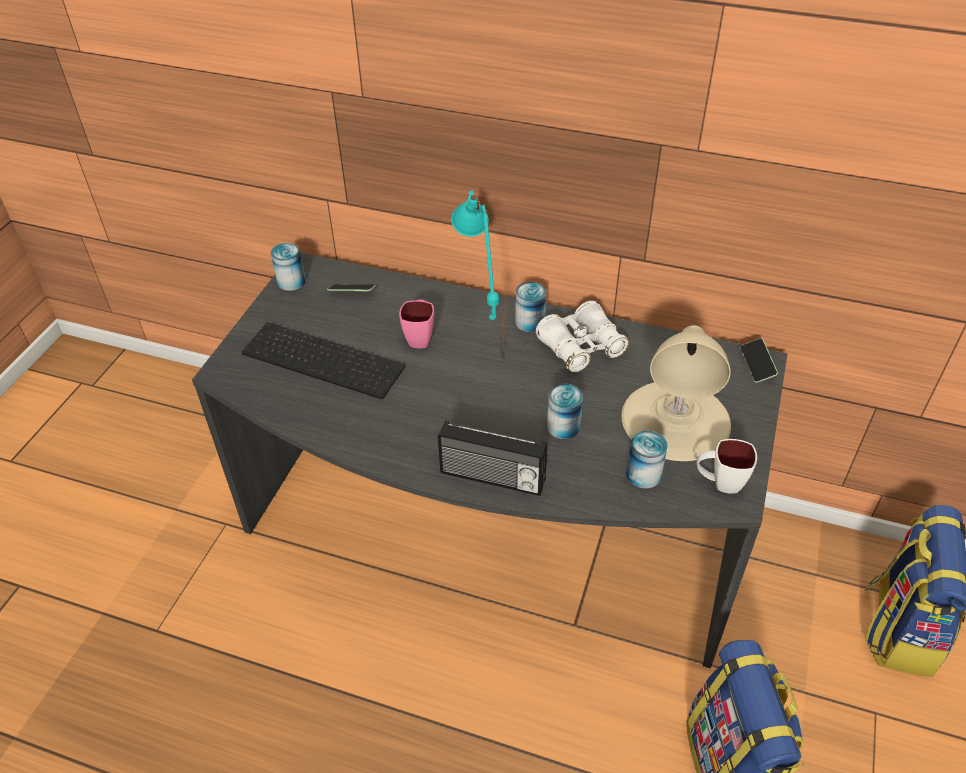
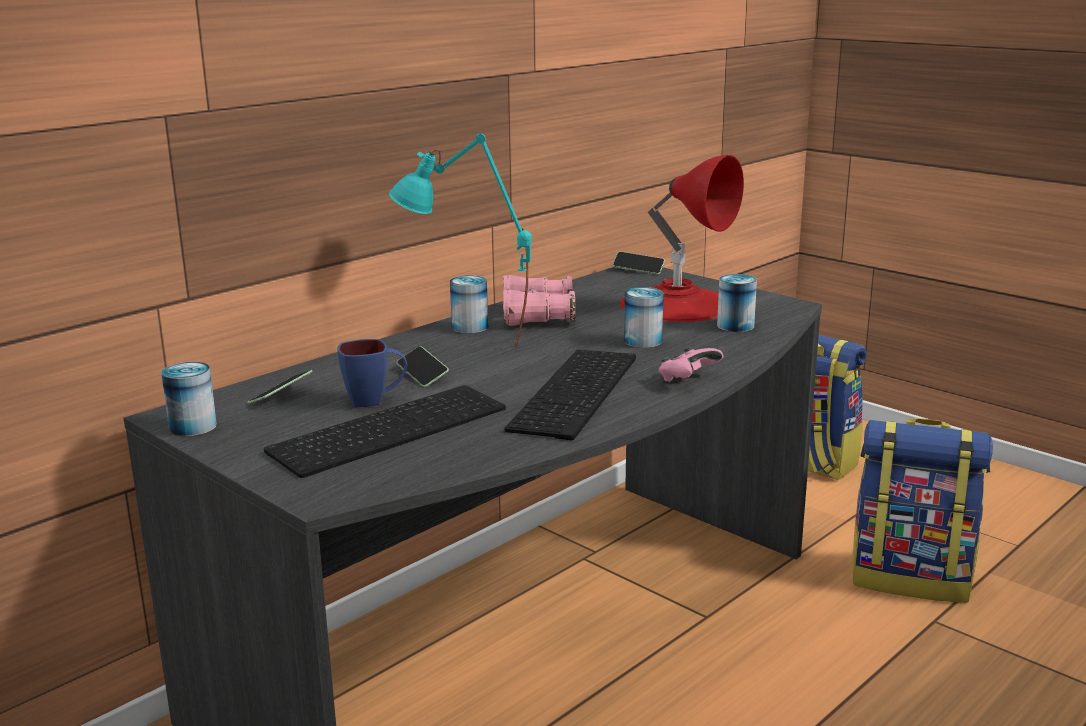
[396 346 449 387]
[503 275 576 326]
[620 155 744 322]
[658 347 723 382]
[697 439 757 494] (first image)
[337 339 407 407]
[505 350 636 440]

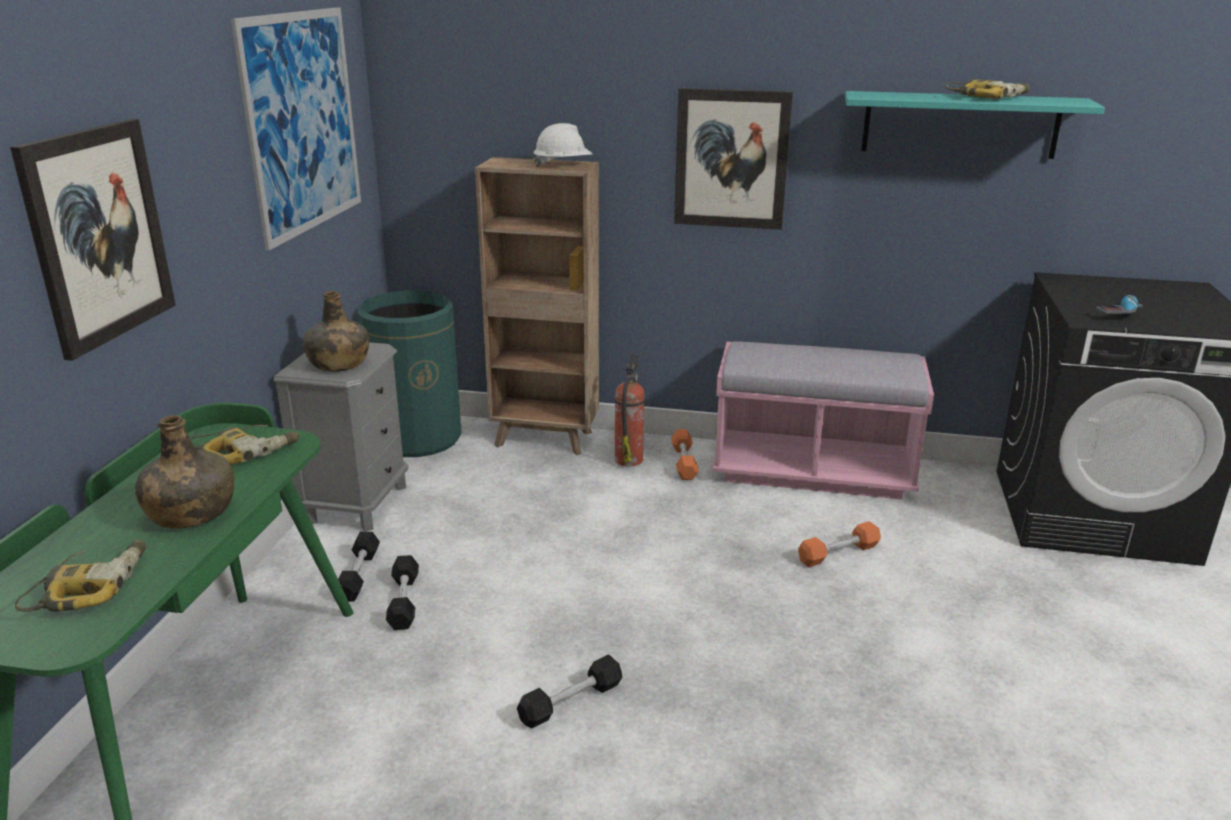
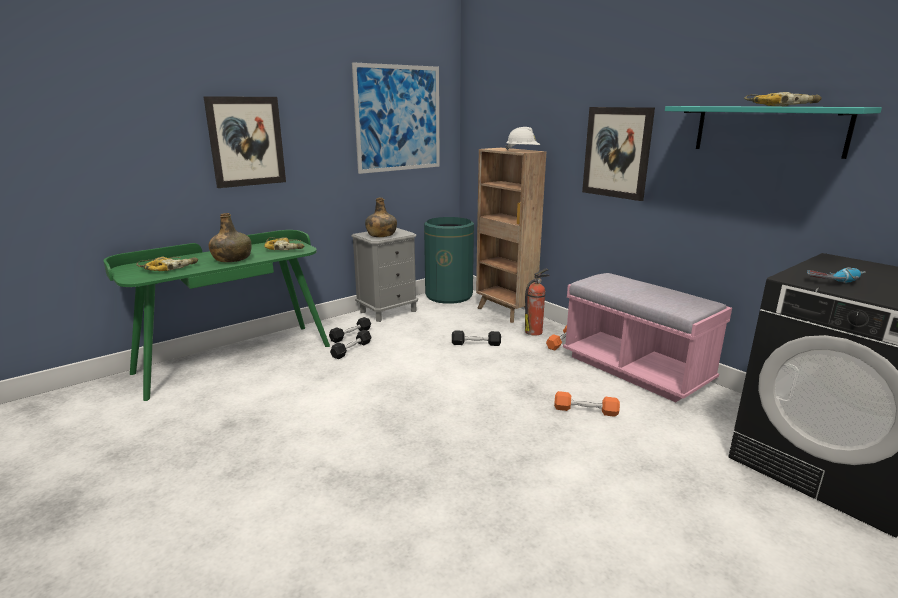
[452 331 501 346]

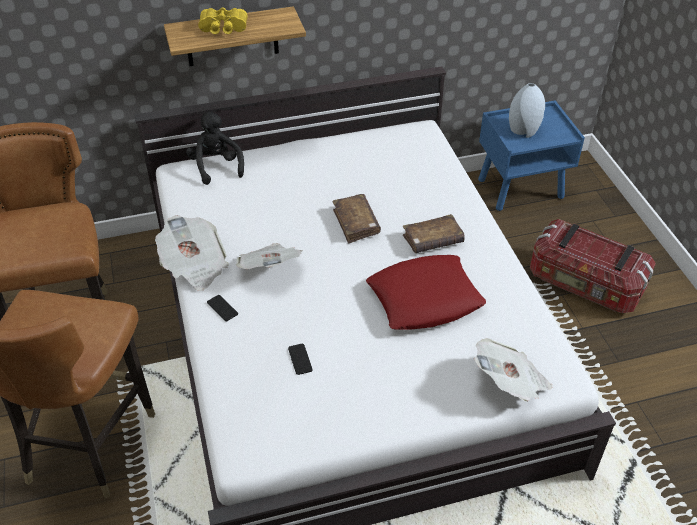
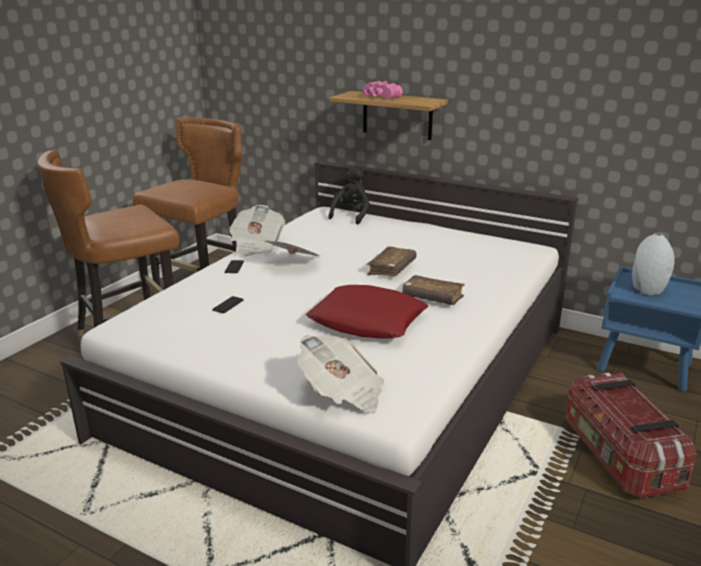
[363 81 402 99]

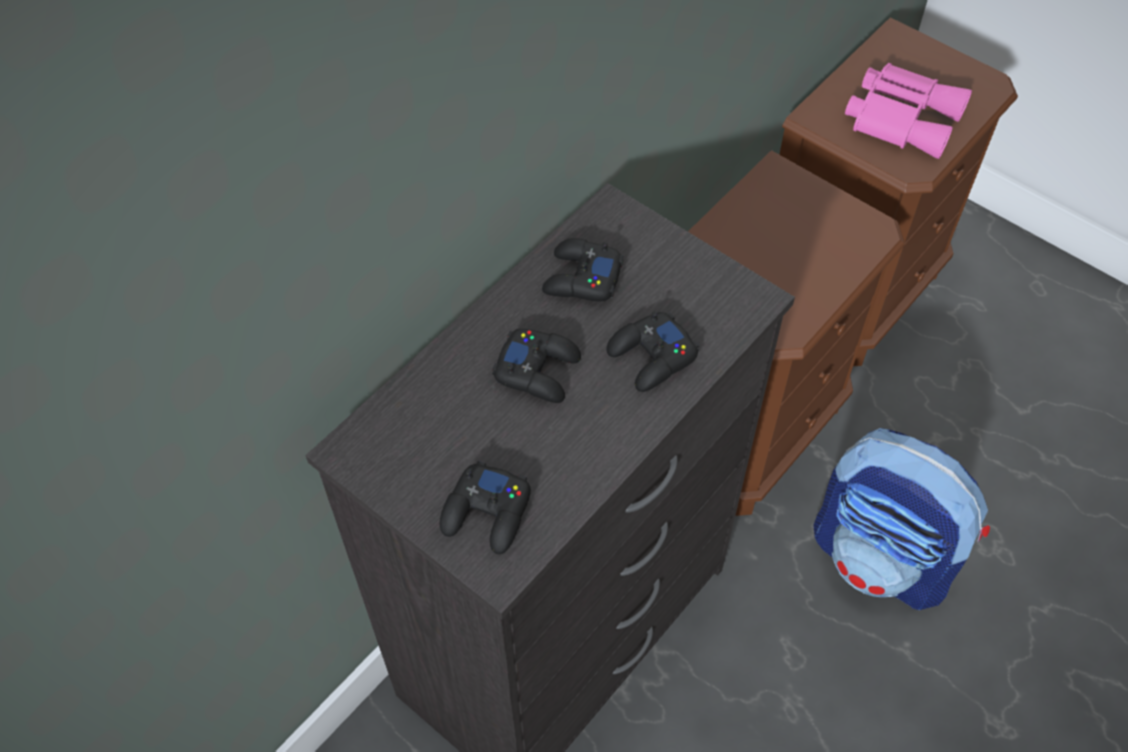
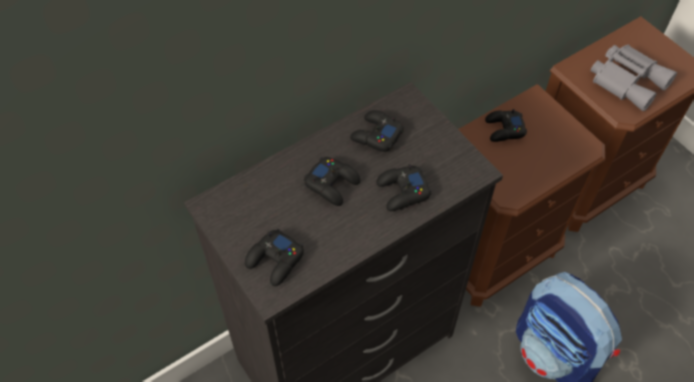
[591 45 677 111]
[485 109 527 142]

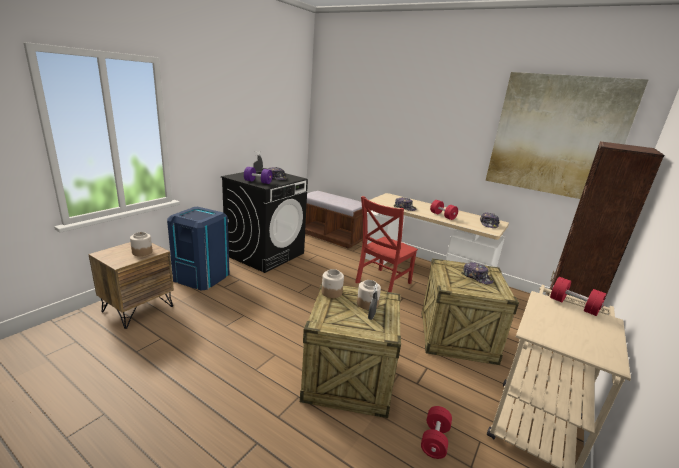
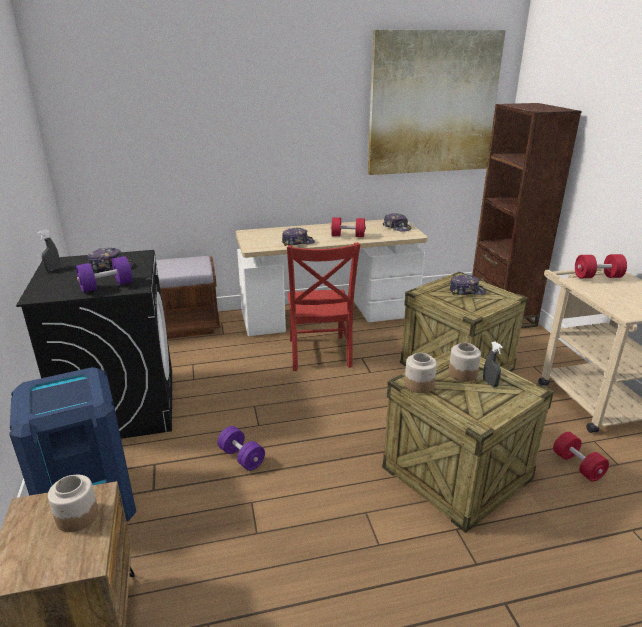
[217 426 265 471]

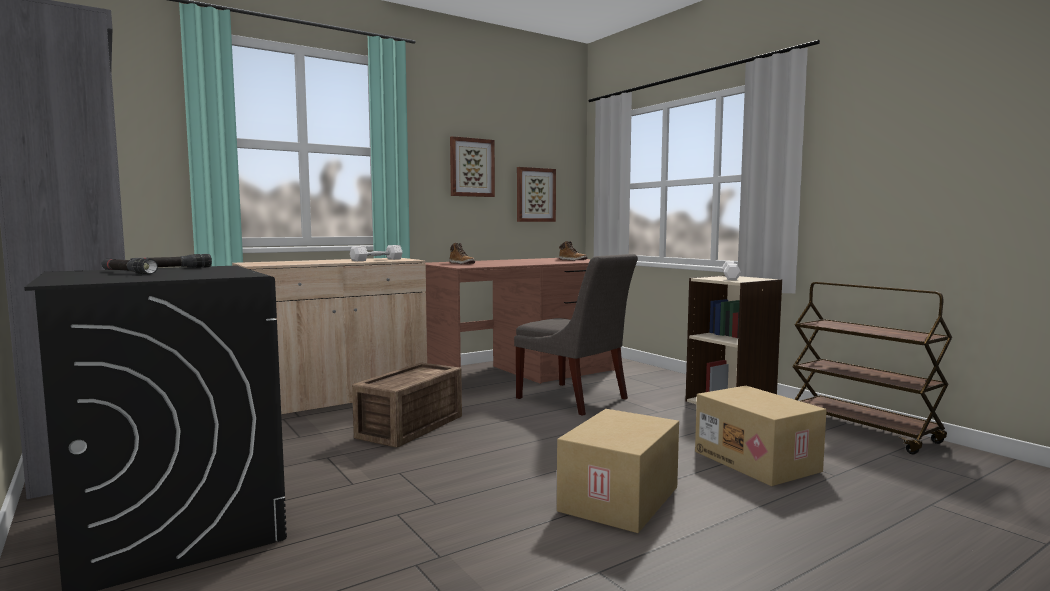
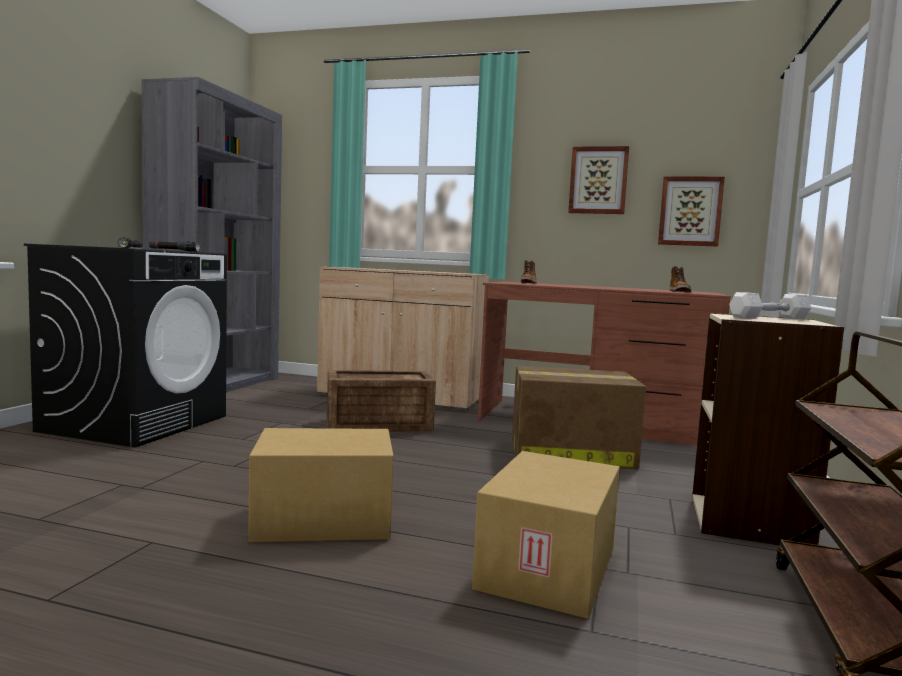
[350 245 403 261] (first image)
[512 366 646 470]

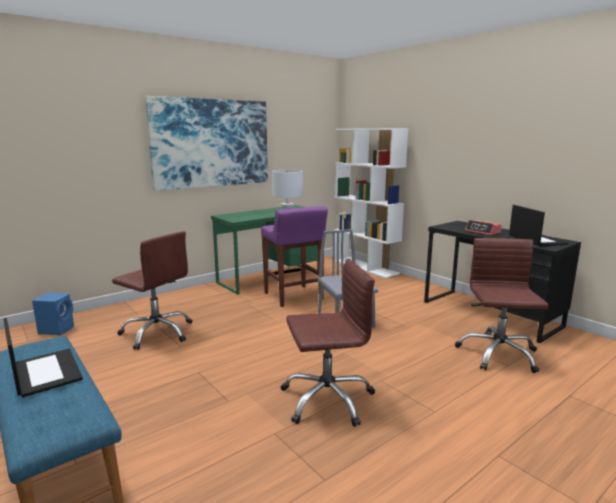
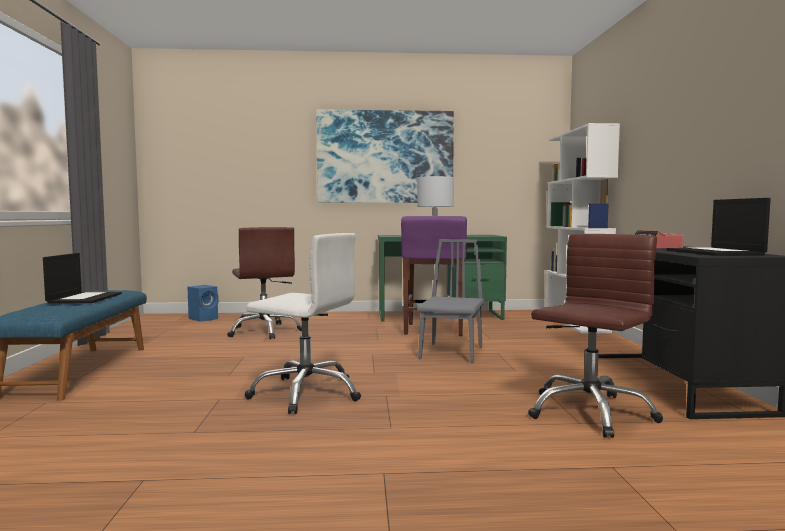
[666 198 771 256]
[245 233 361 414]

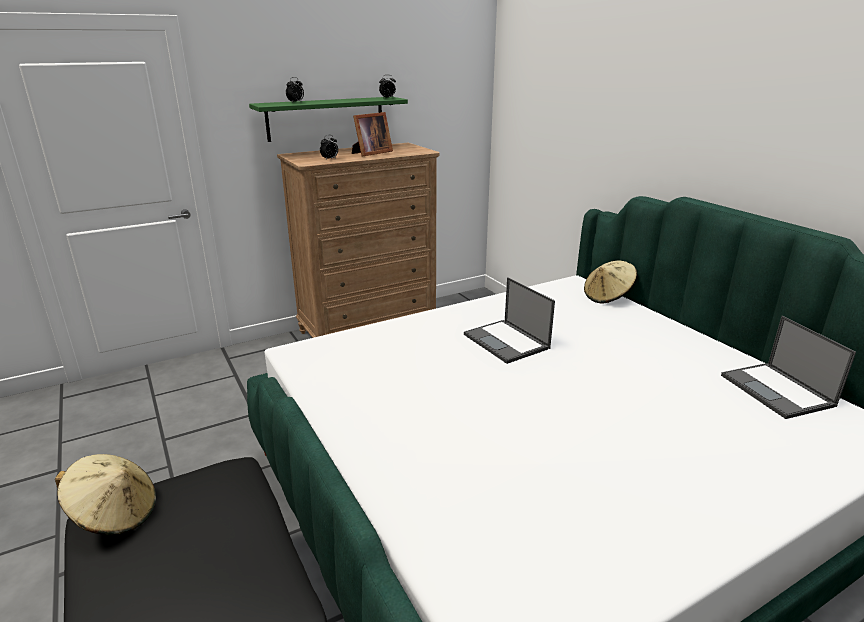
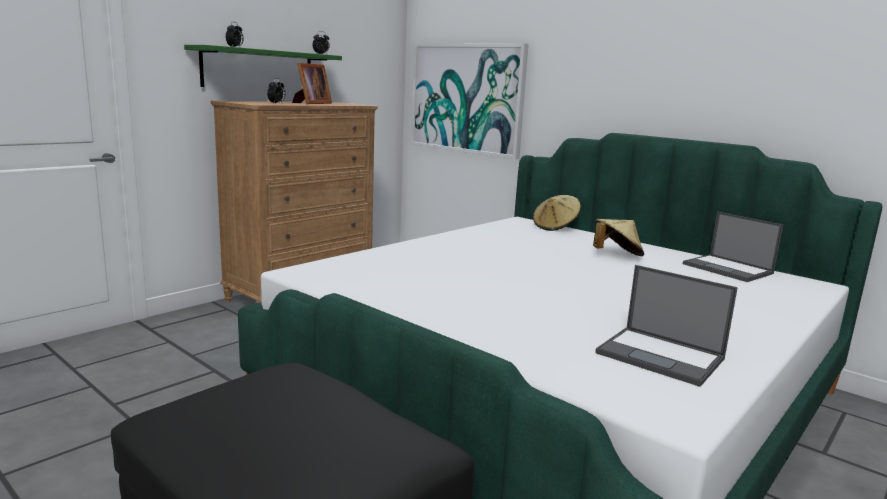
[595 265 738 387]
[593 219 644 256]
[411 43 529 159]

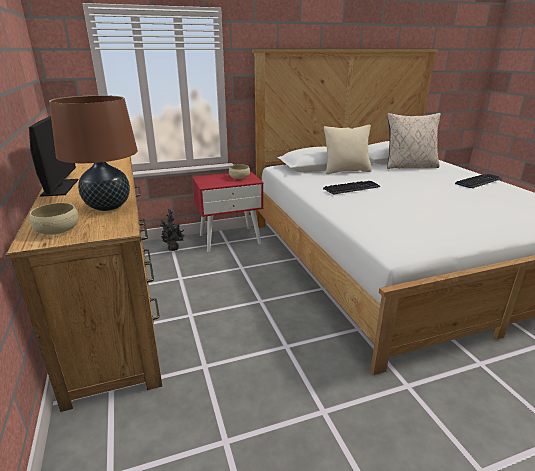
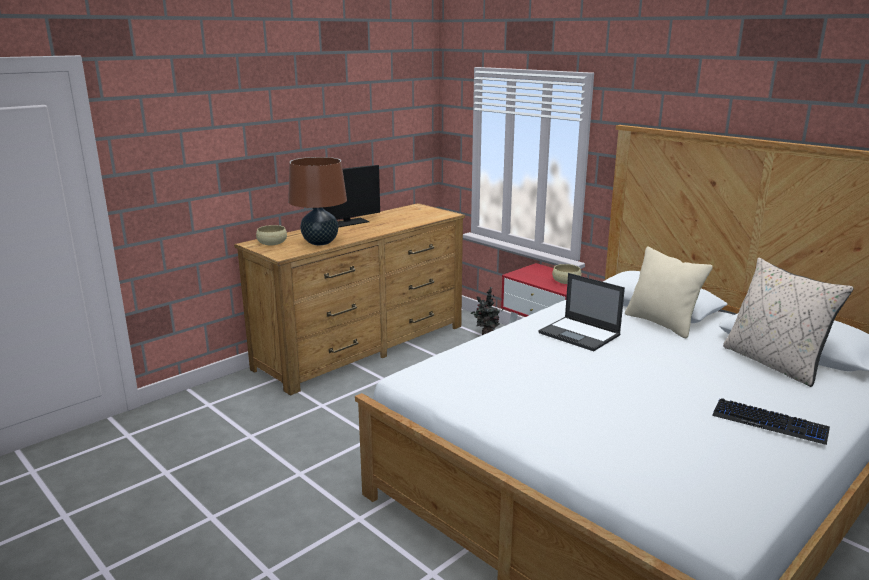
[539 273 625 351]

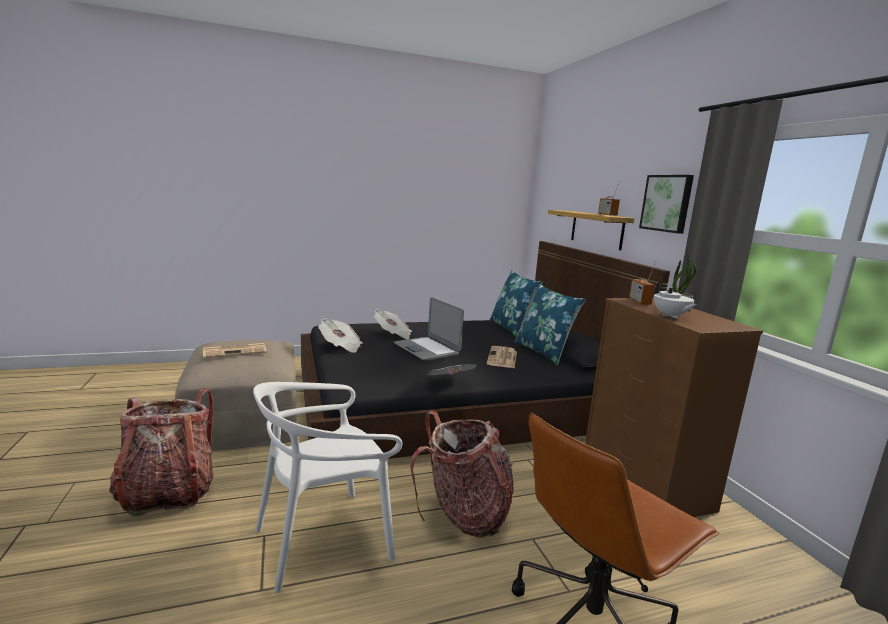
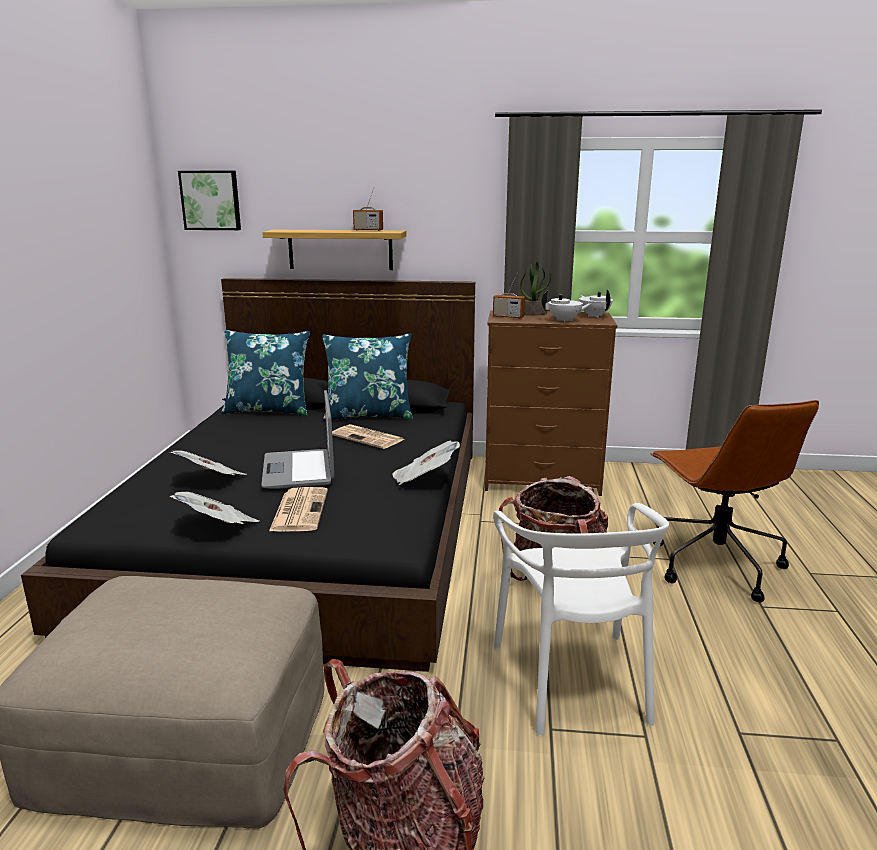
[178 171 241 230]
[261 390 334 489]
[269 487 328 532]
[579 289 613 318]

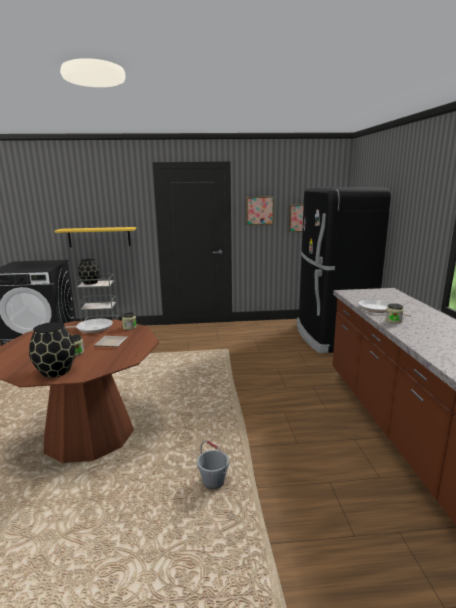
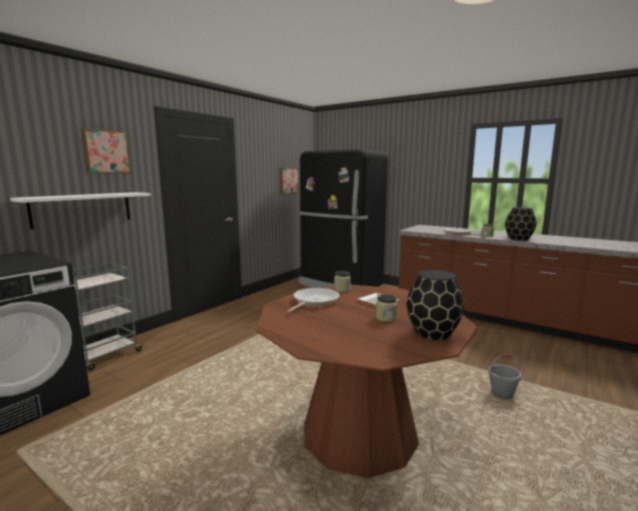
[81 128 131 173]
[10 192 151 230]
[505 207 536 241]

